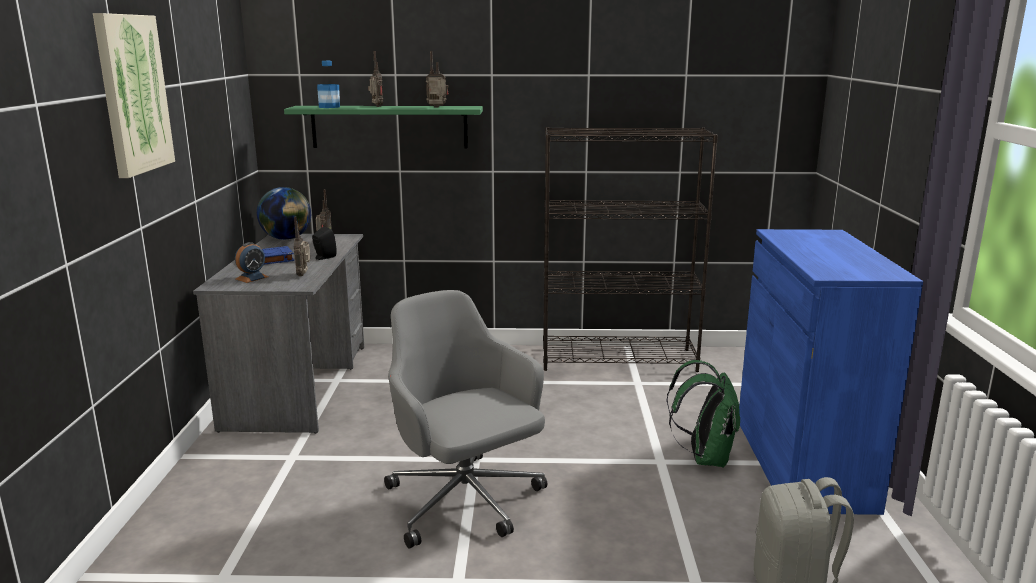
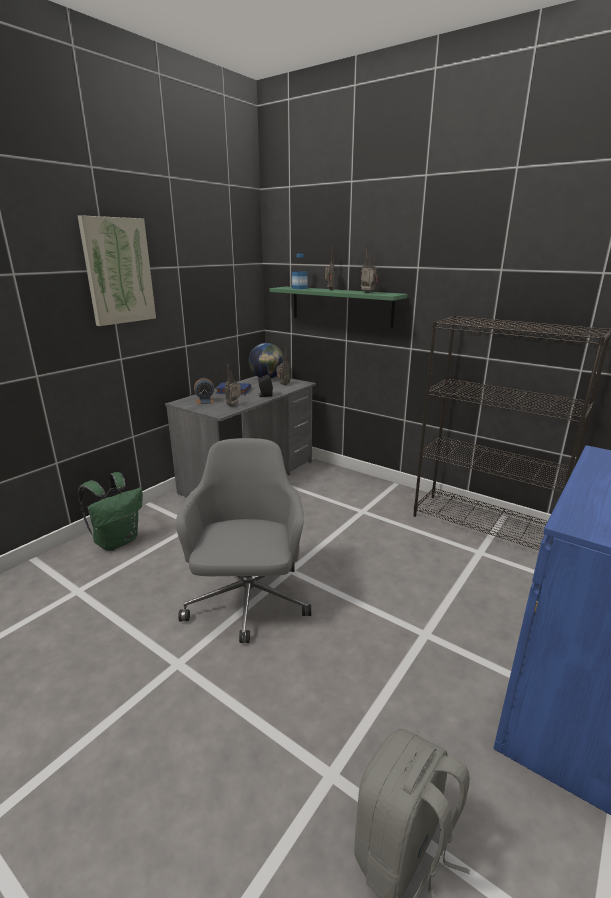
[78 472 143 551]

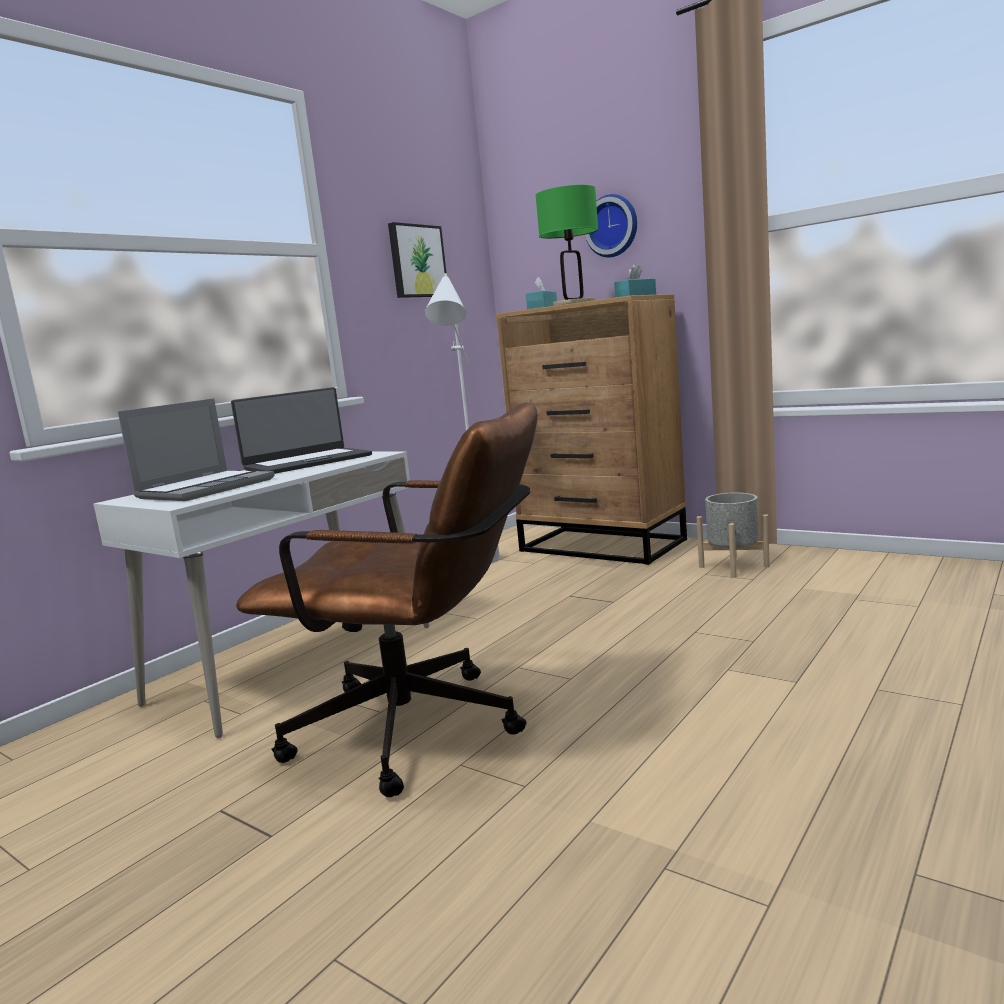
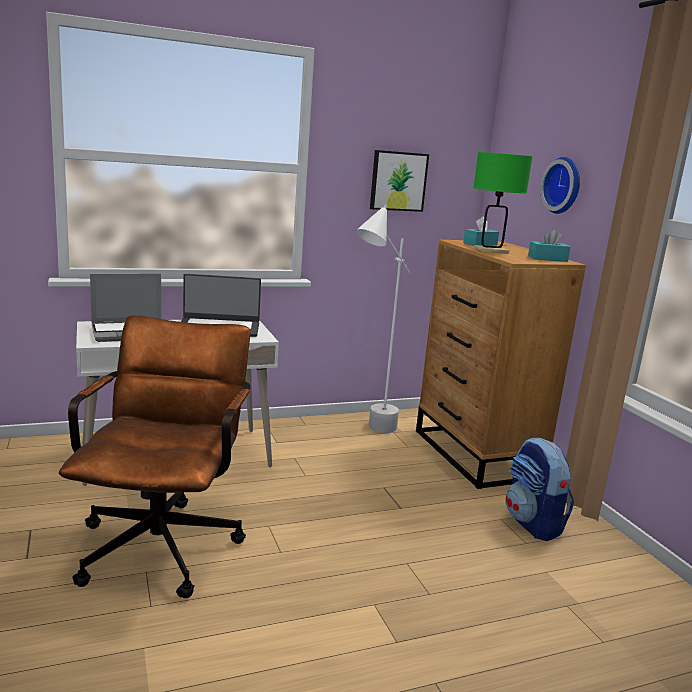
[59 315 251 598]
[506 438 574 541]

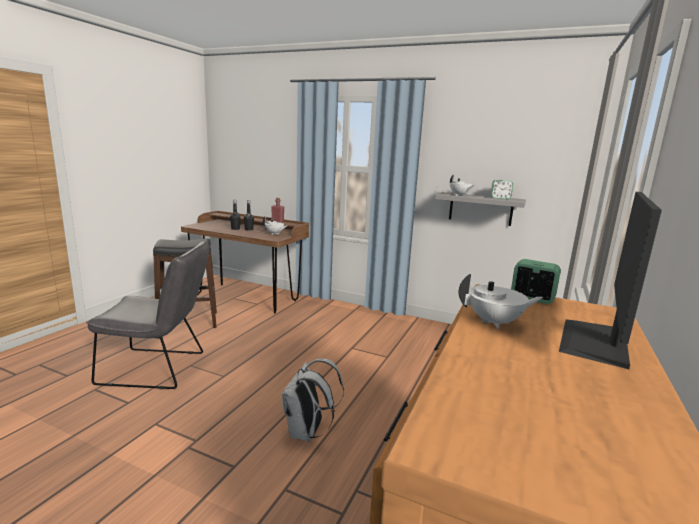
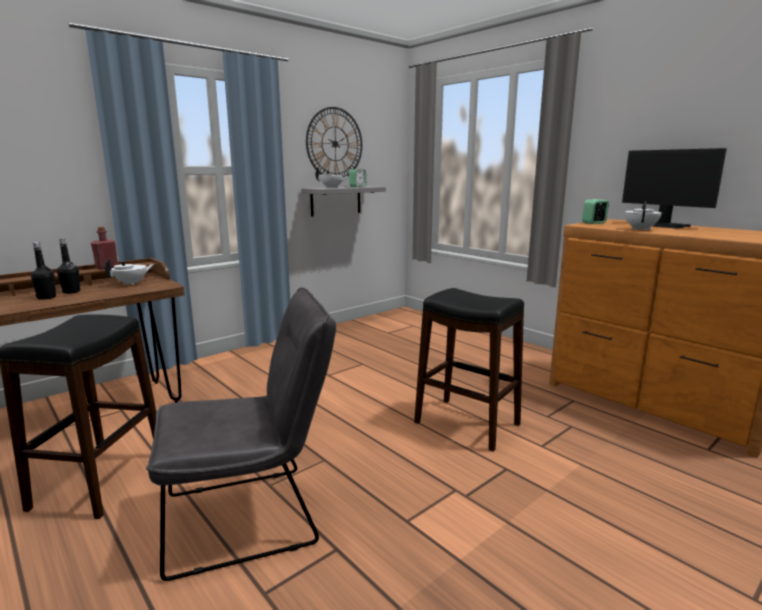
[146 287 336 581]
[414 288 524 452]
[306 107 362 178]

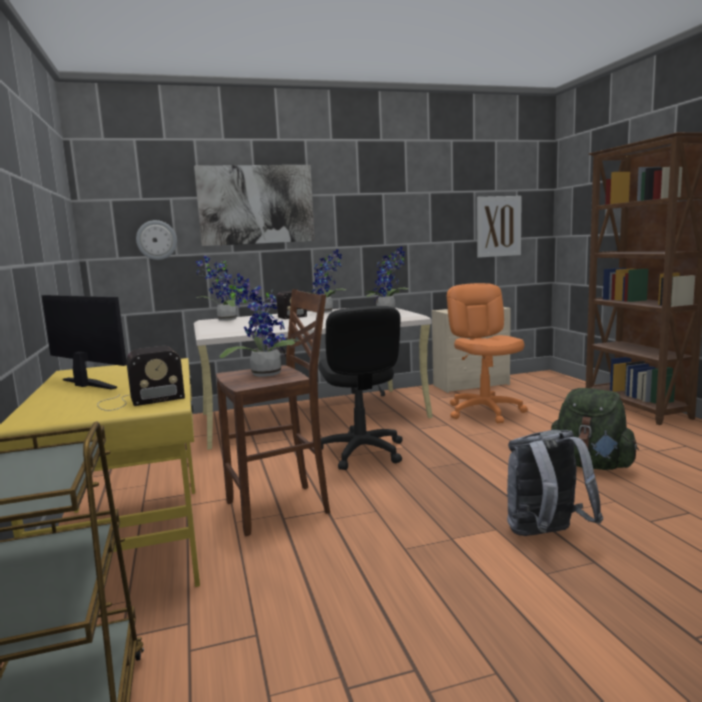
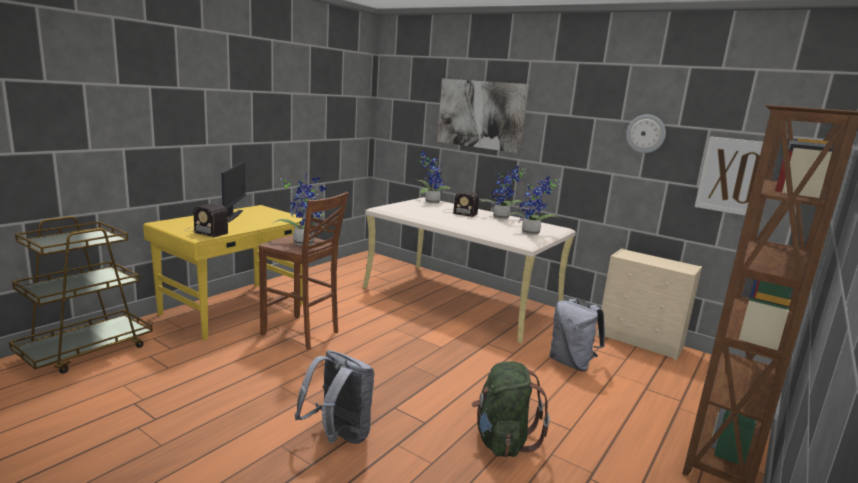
[626 115 666 153]
[549 299 605 371]
[318 306 403 470] (first image)

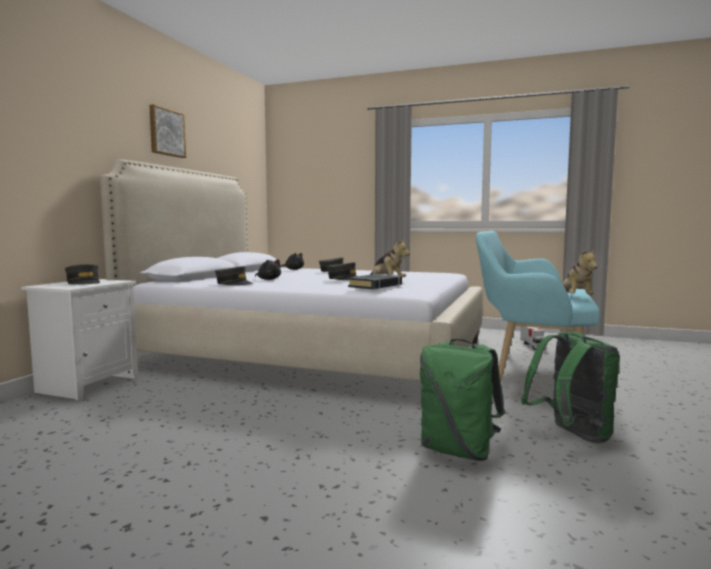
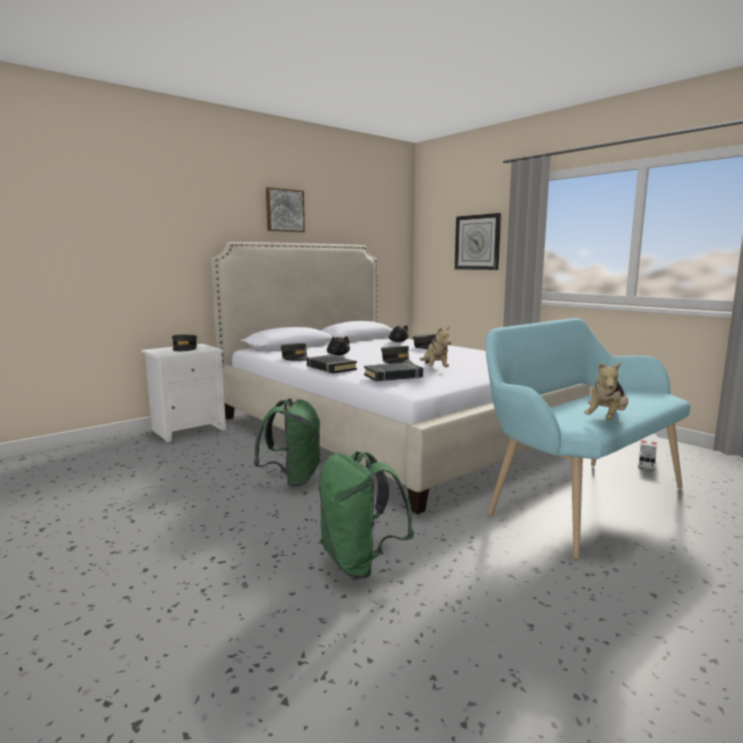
[253 399 321 487]
[455 213 501 270]
[307 355 357 374]

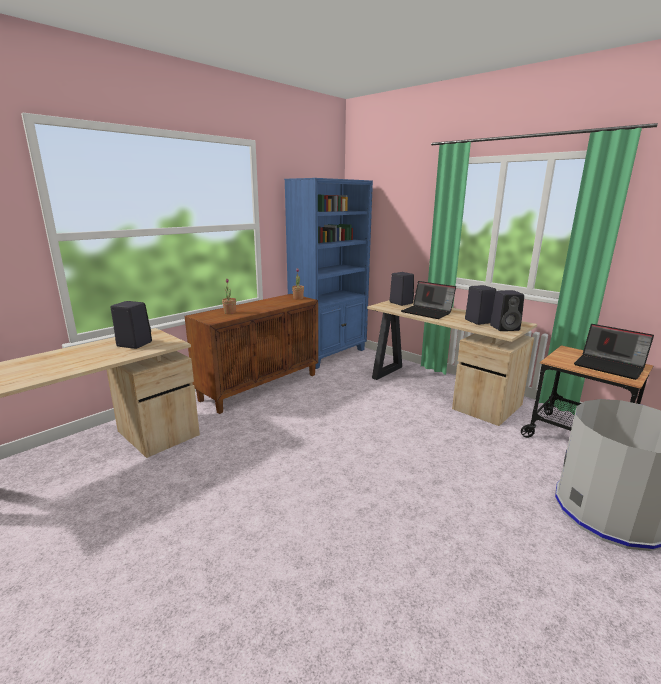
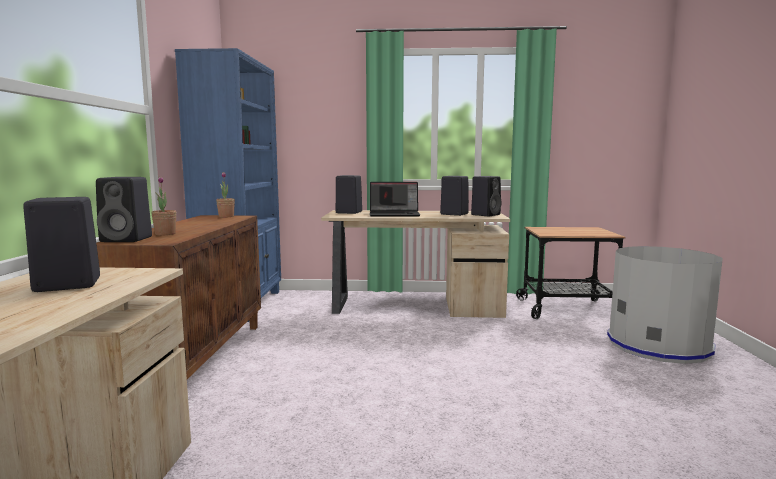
[574 324 654 380] (first image)
[96 177 152 242]

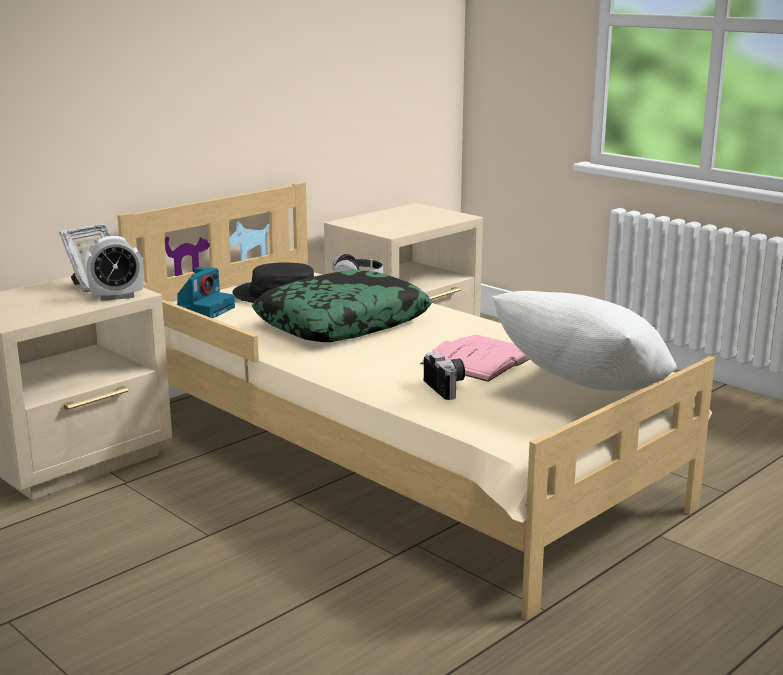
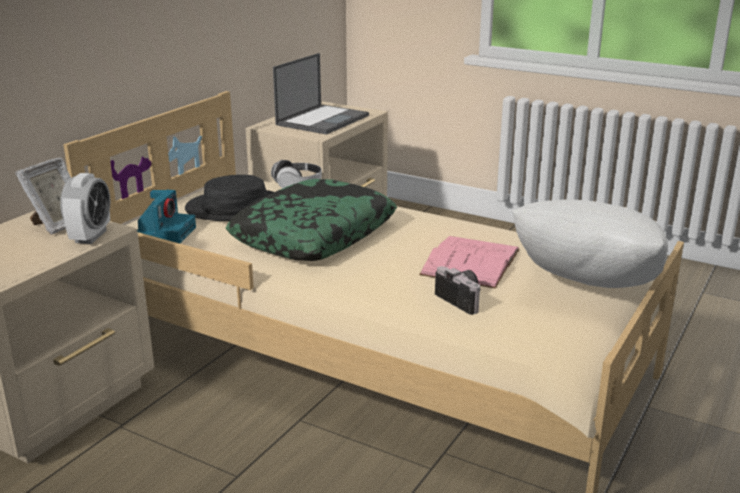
[60 173 110 244]
[273 53 369 135]

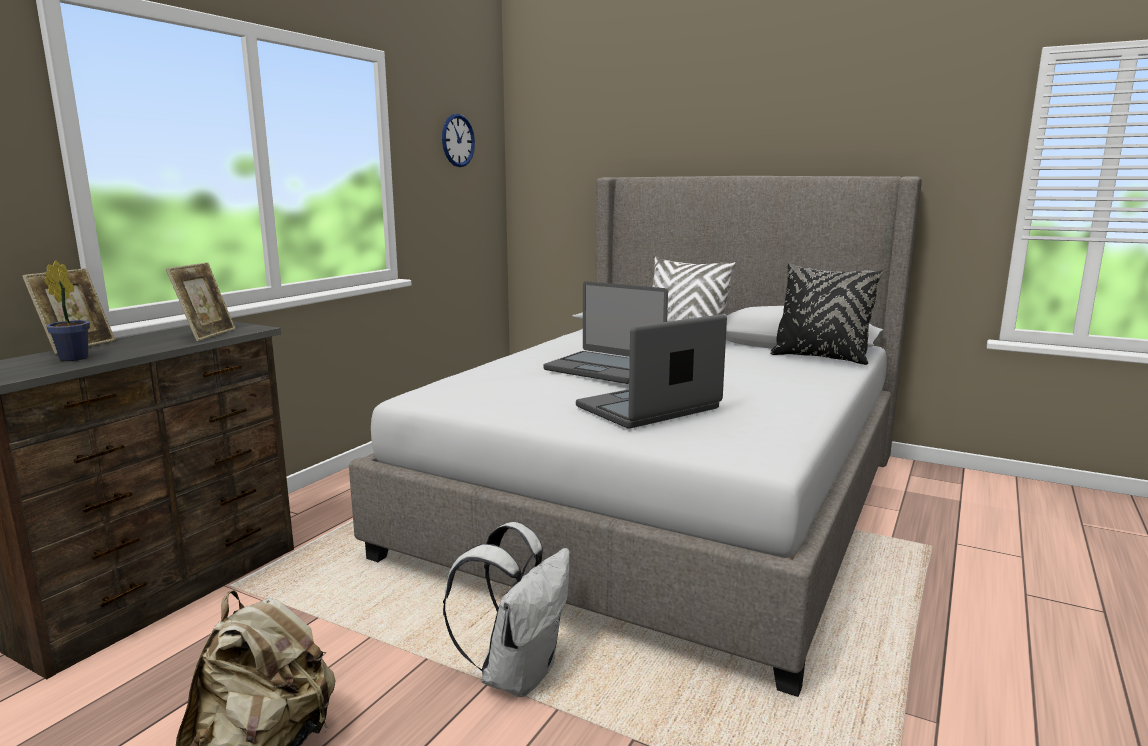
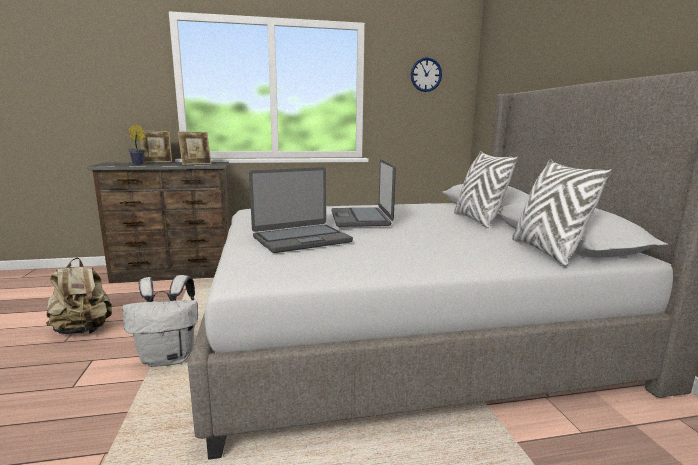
[512 159 612 266]
[249 167 353 253]

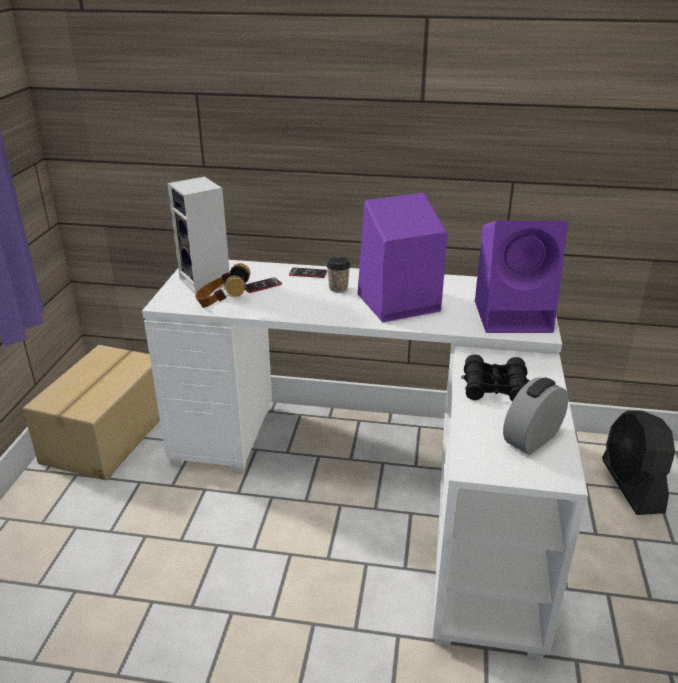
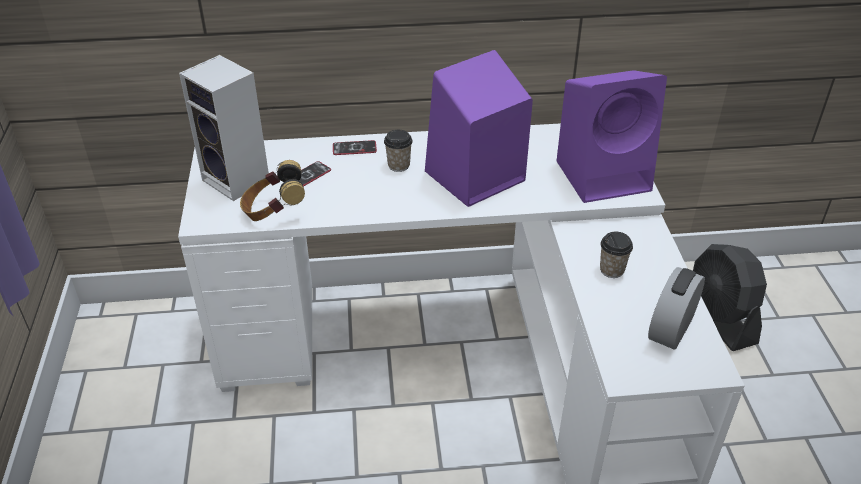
[23 345 160 480] (first image)
[600 232 633 278]

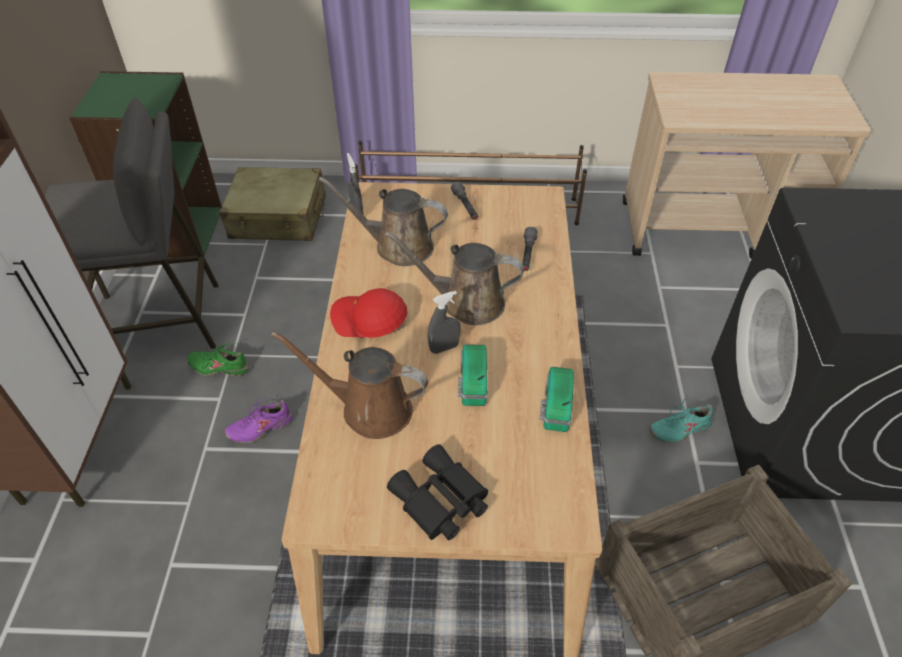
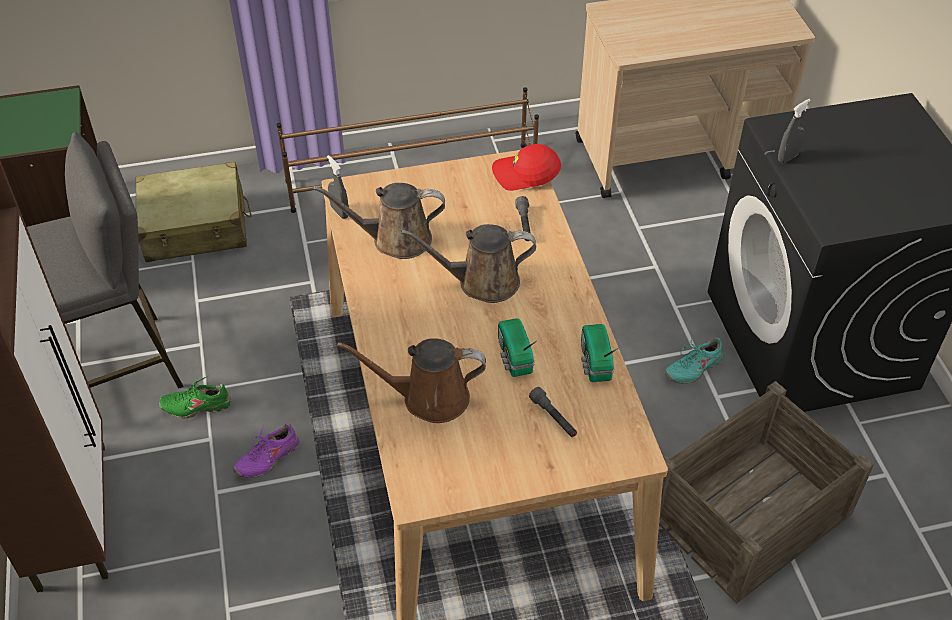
[529 387 577 437]
[492 144 561 191]
[778 99 811 163]
[387 444 488 540] (first image)

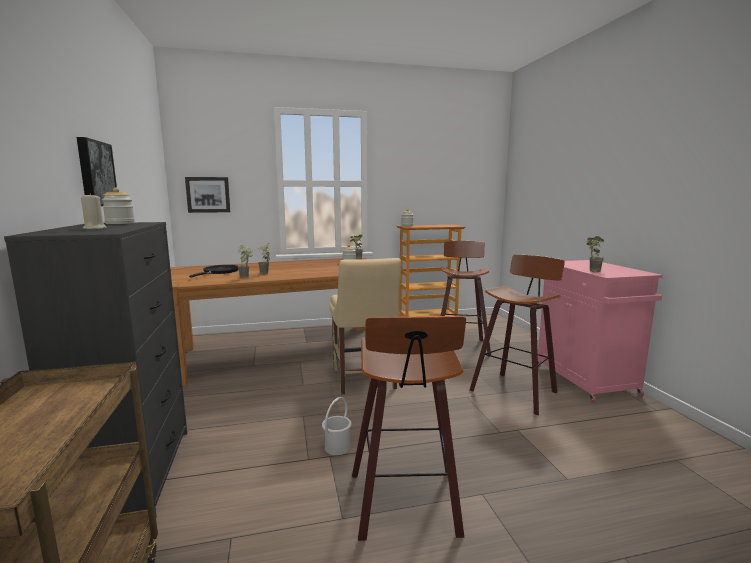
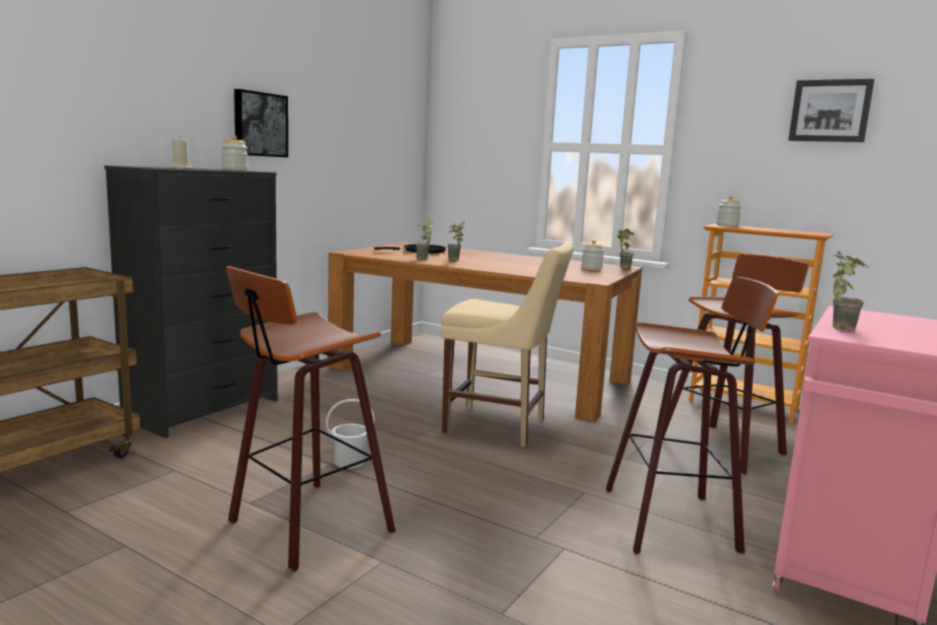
[788 79 875 142]
[441 242 574 447]

